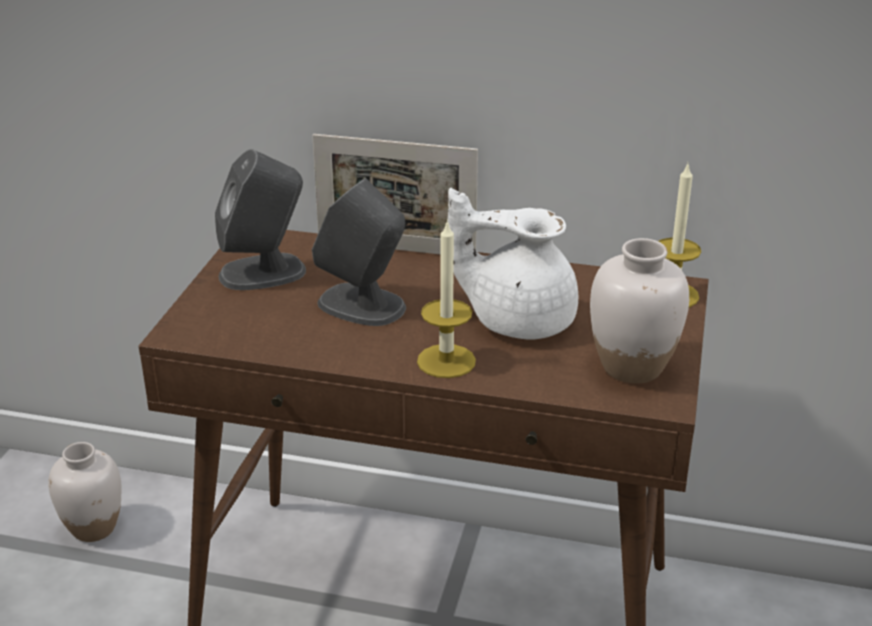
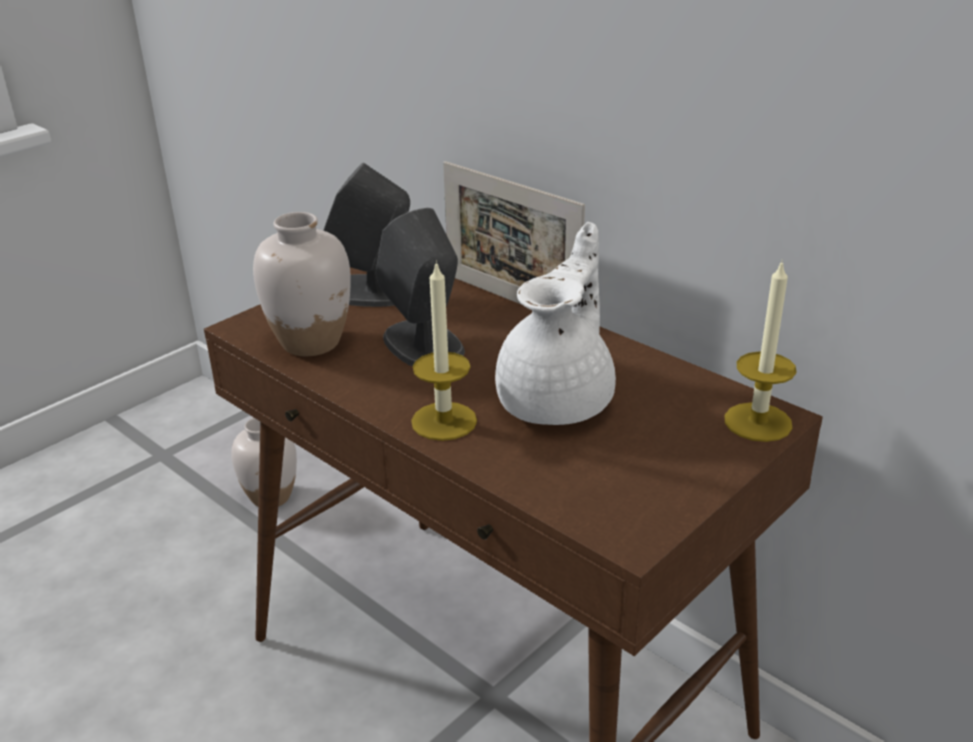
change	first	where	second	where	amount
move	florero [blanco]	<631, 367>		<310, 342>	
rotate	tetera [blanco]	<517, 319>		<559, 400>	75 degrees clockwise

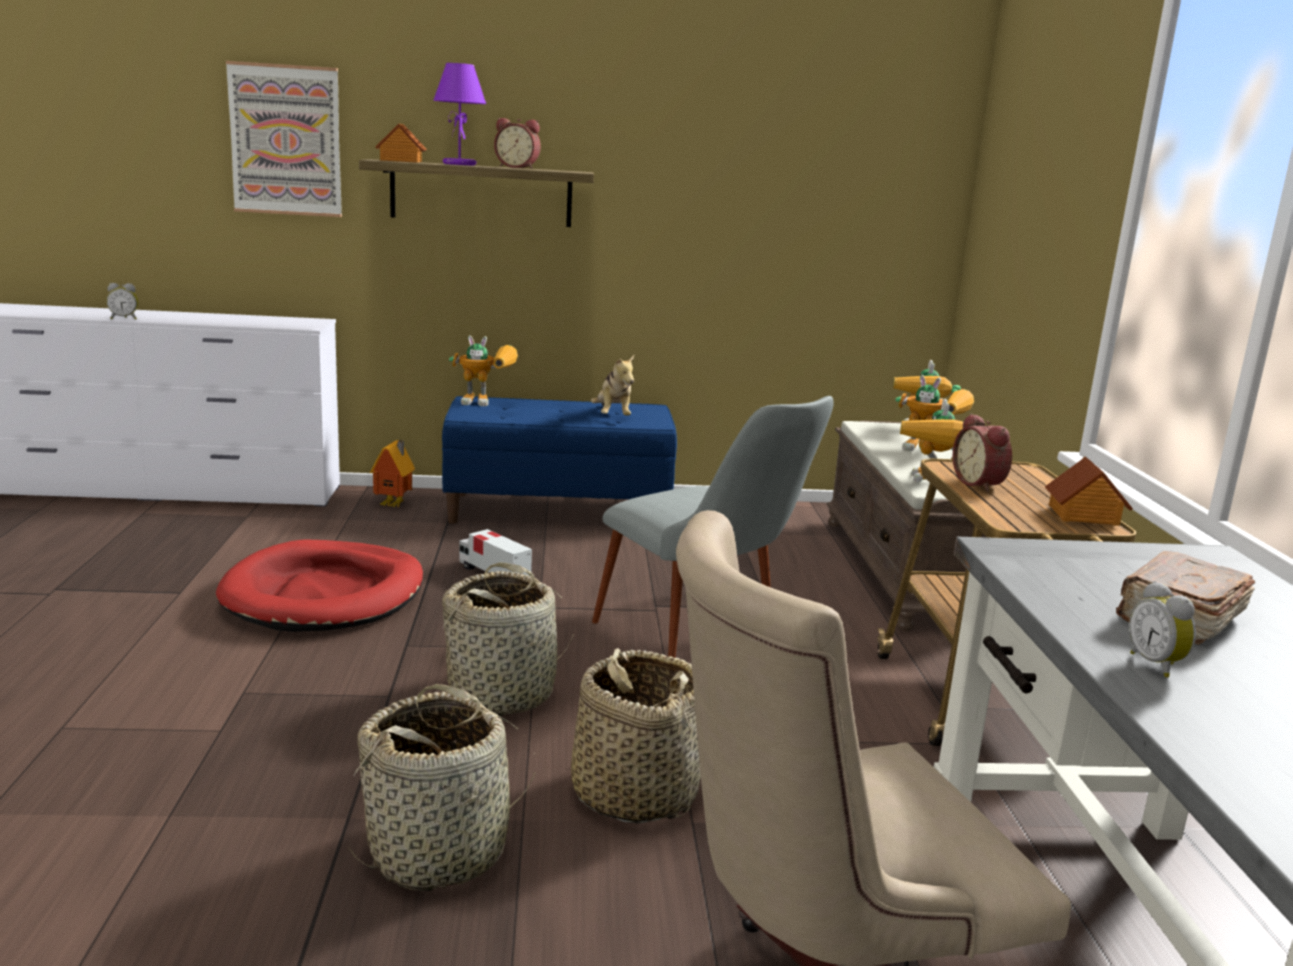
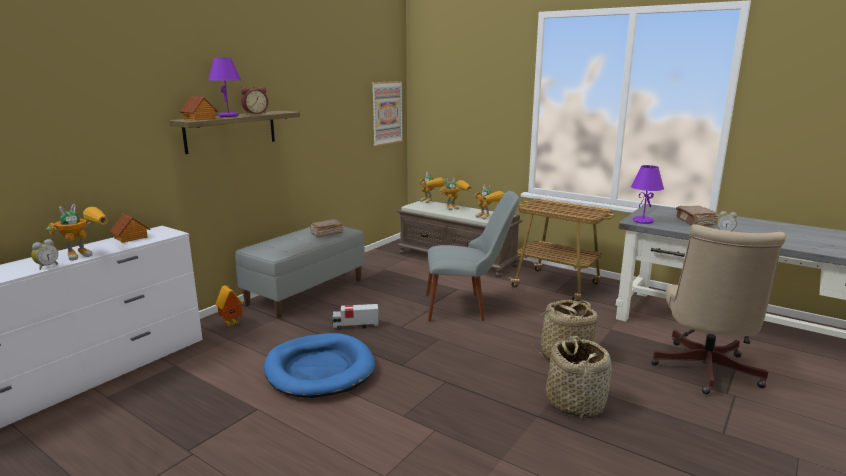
change	first	where	second	where	amount
delete	cesta	<502, 693>			
delete	despertador	<980, 484>			
insert			lámpara de mesa [morado]	<642, 221>	
move	cuadro	<286, 140>		<387, 113>	
move	robot de juguete	<487, 403>		<87, 253>	
move	casita	<1083, 515>		<131, 238>	
replace	peluche	<613, 416>	libro [marrón]	<326, 234>	
recolor	cama para perro [rojo]	<325, 594>	cama para perro [azul]	<319, 369>	
recolor	banco [azul]	<559, 511>	banco [gris]	<306, 291>	

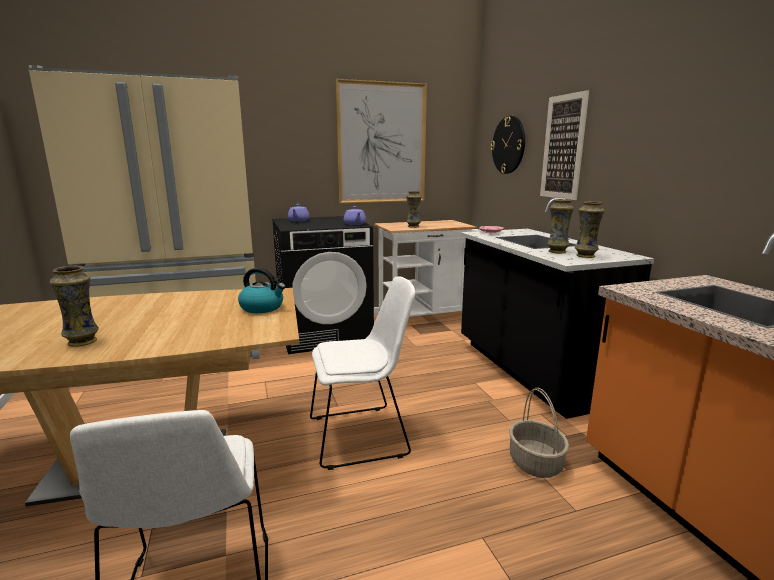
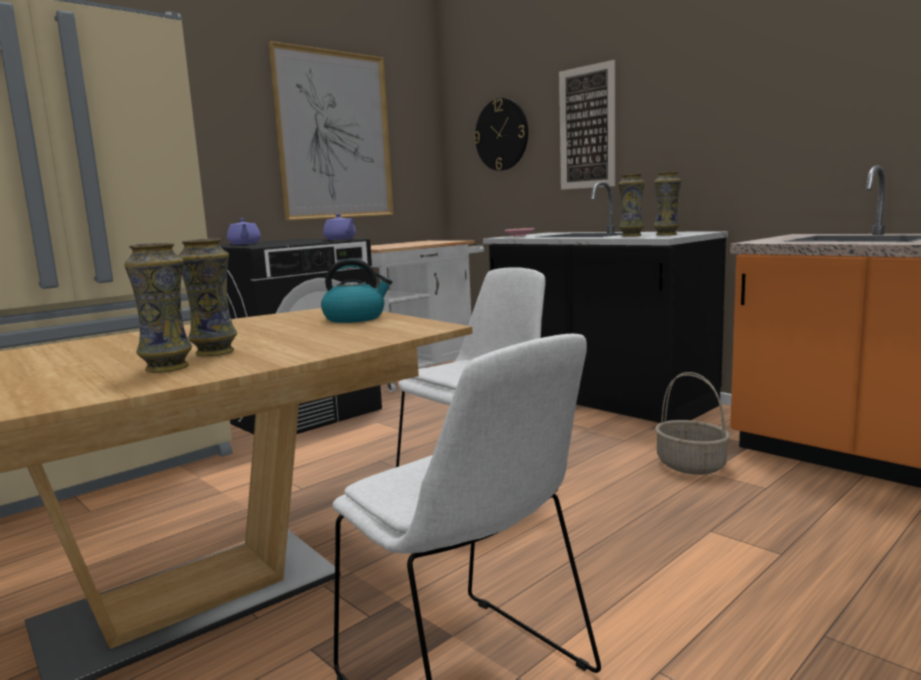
change	first	where	second	where	amount
move	florero	<413, 226>		<214, 353>	

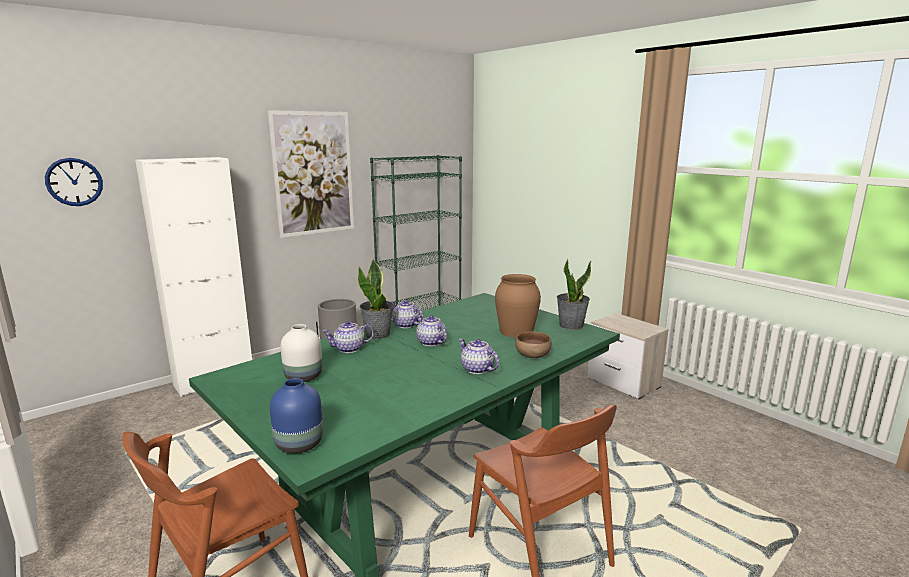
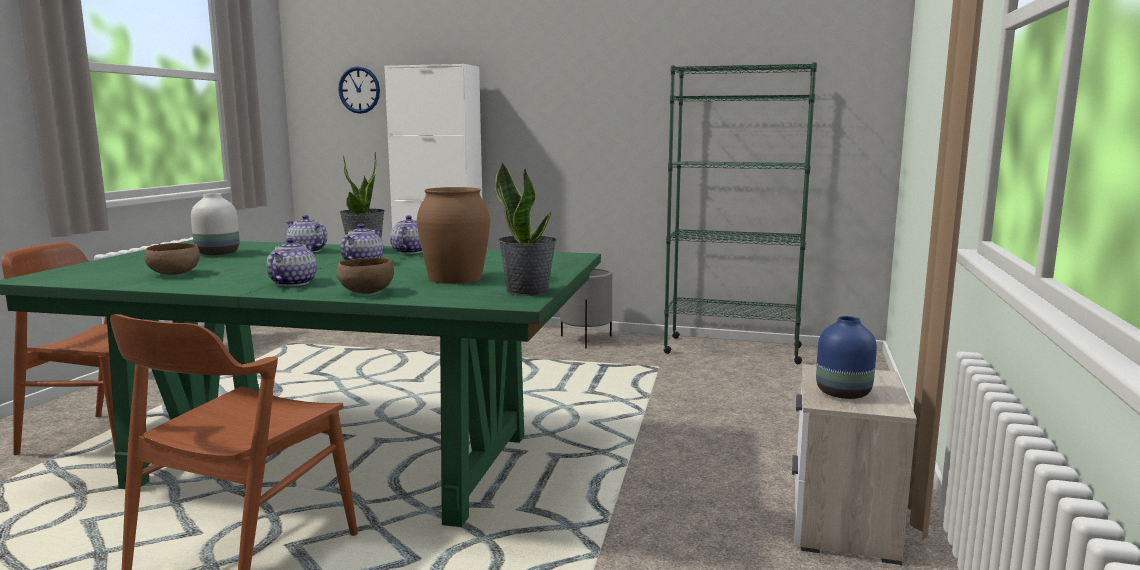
change	first	where	second	where	amount
delete	cuadro	<313, 173>			
insert			cuenco [marrón]	<174, 274>	
move	florero [azul]	<298, 444>		<842, 393>	

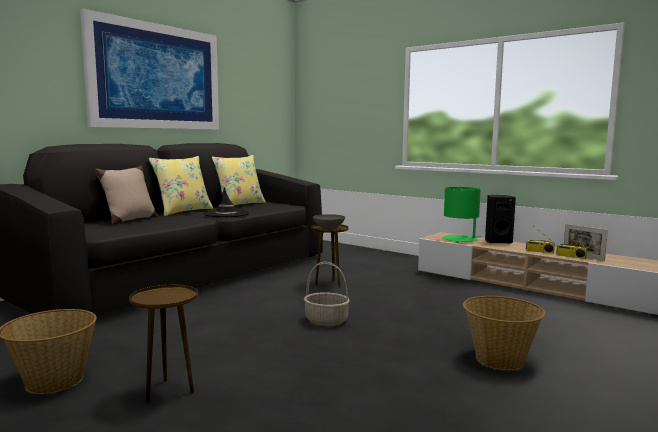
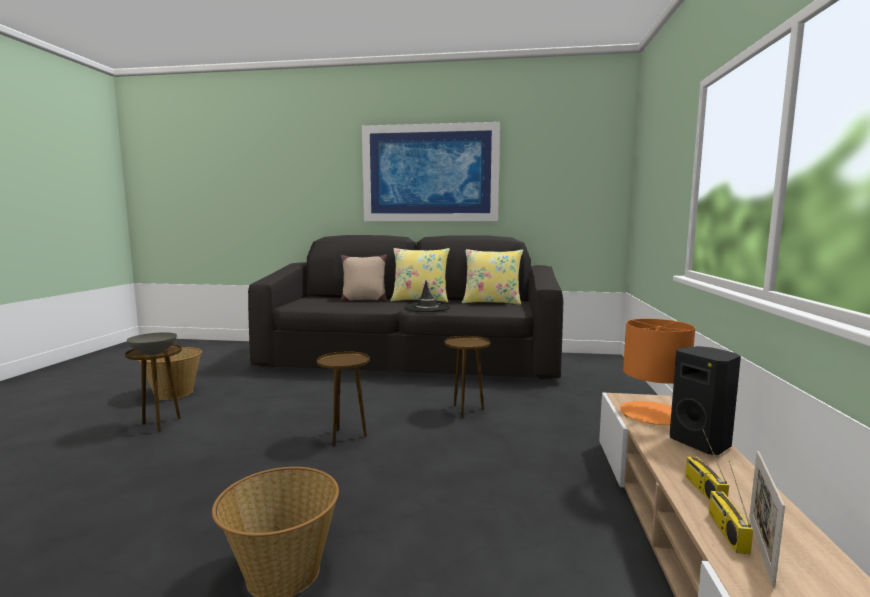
change	first	where	second	where	amount
move	cuenco [gris]	<329, 229>		<154, 353>	
replace	cesta	<327, 320>	mesa auxiliar [marrón]	<345, 437>	
recolor	lámpara de mesa [verde]	<460, 239>	lámpara de mesa [naranja]	<653, 415>	

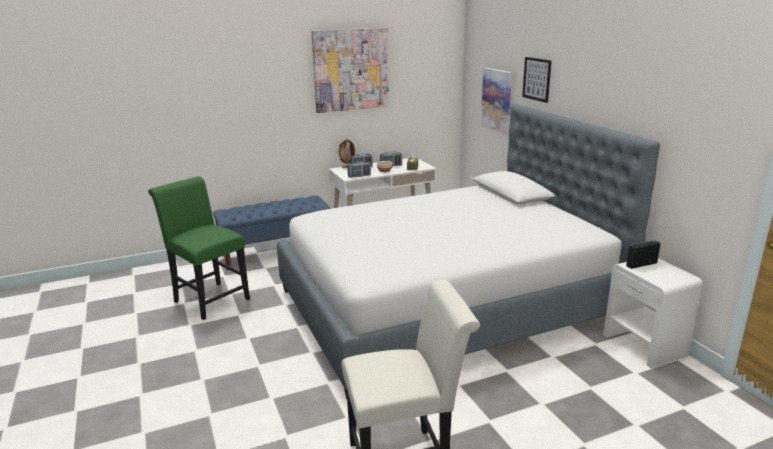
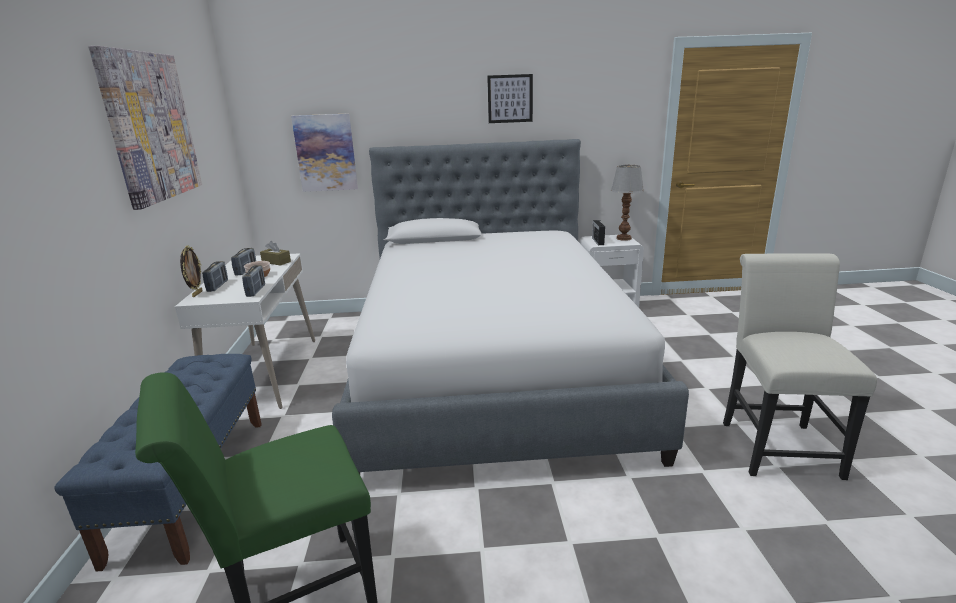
change	first	where	second	where	amount
insert			lámpara de mesa	<624, 238>	
move	cuadro	<536, 79>		<510, 98>	

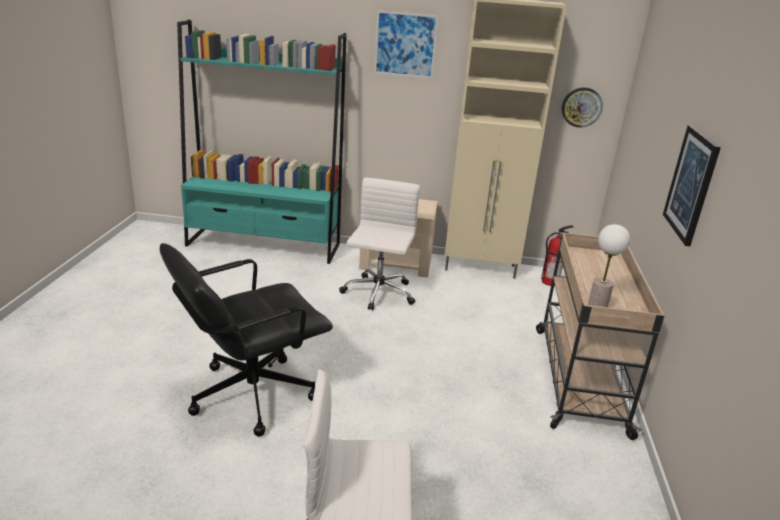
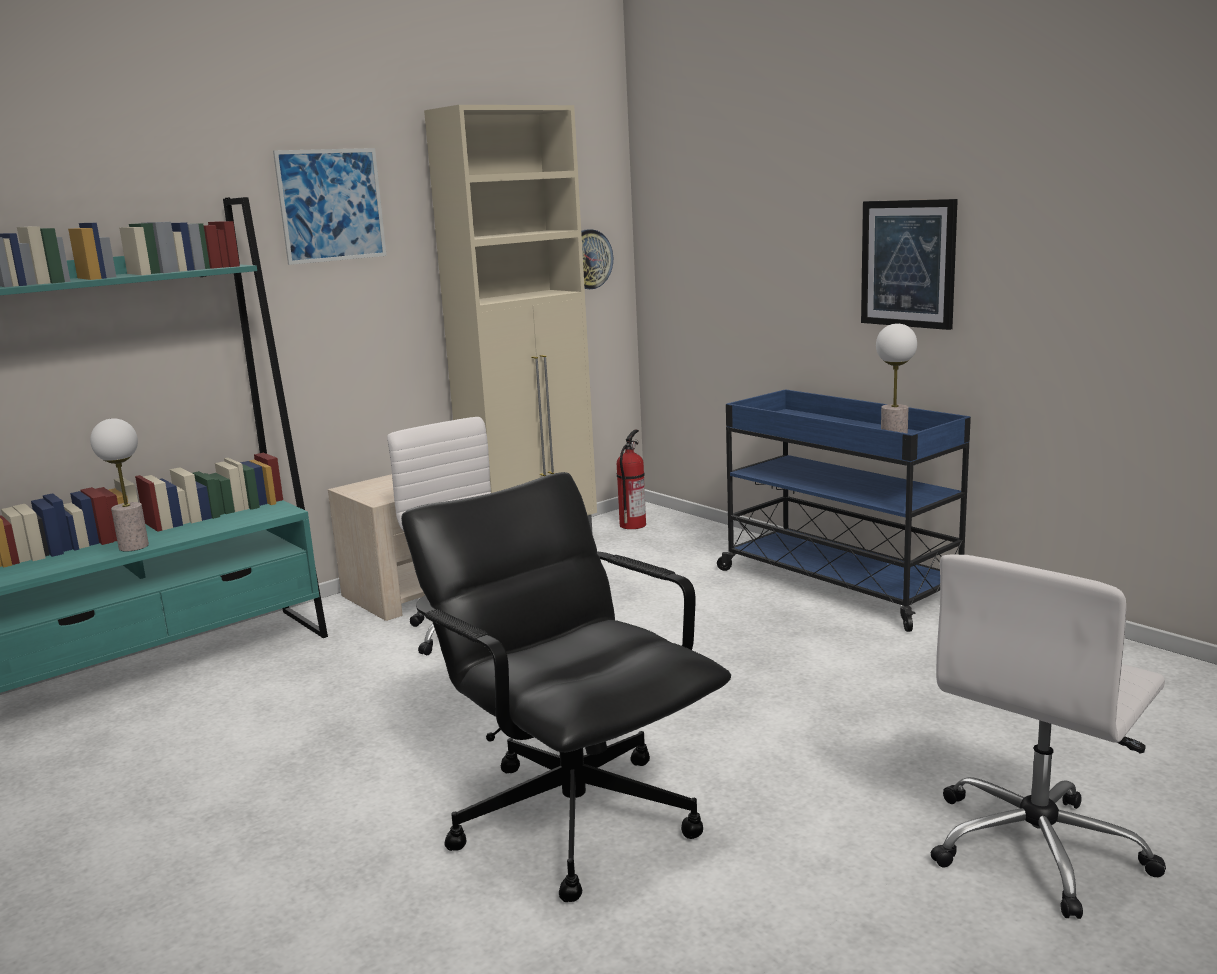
change	first	where	second	where	amount
insert			lámpara de mesa	<134, 546>	
recolor	carrito [beis]	<578, 378>	carrito [azul]	<836, 584>	
rotate	silla de oficina [negro]	<250, 394>		<575, 817>	135 degrees clockwise

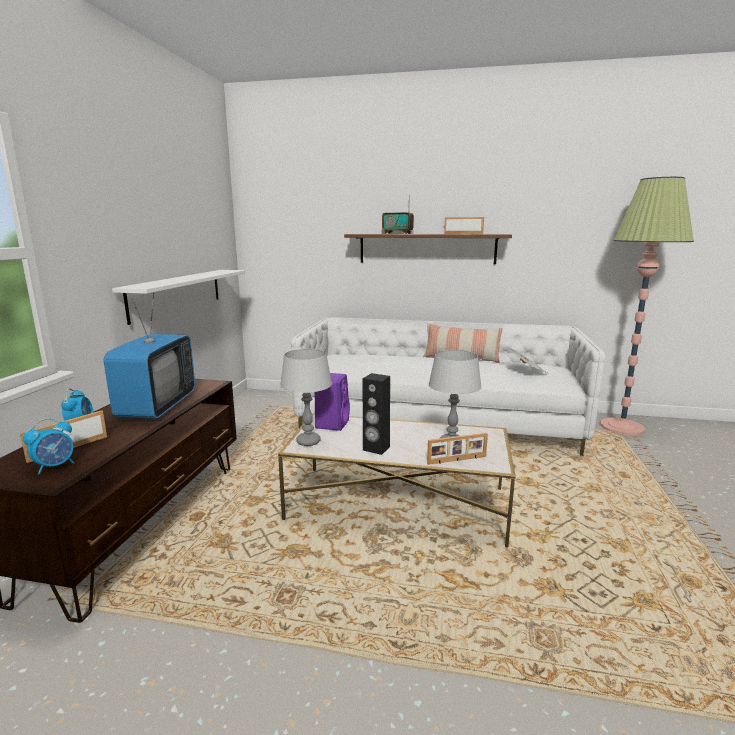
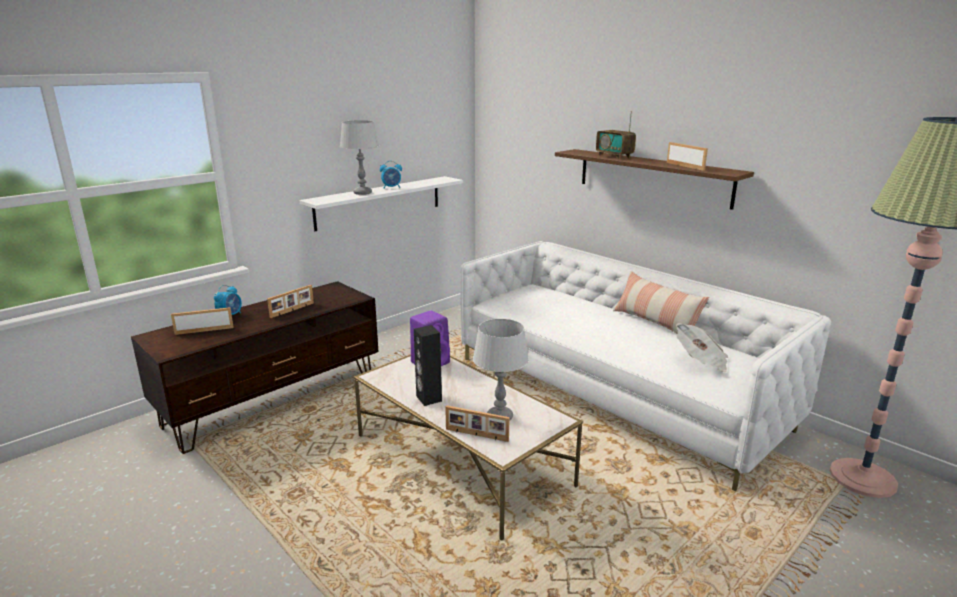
change	first	where	second	where	amount
move	despertador	<55, 466>		<392, 187>	
move	lámpara de mesa [gris]	<308, 442>		<362, 193>	
replace	televisor	<157, 407>	portarretratos	<292, 310>	

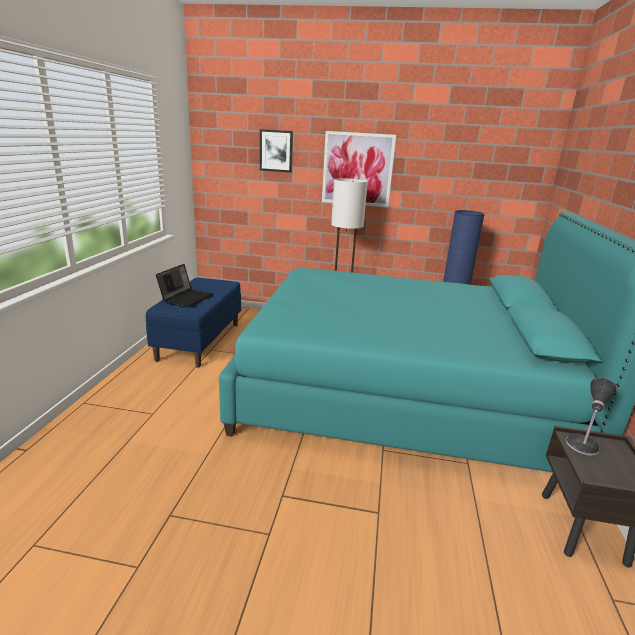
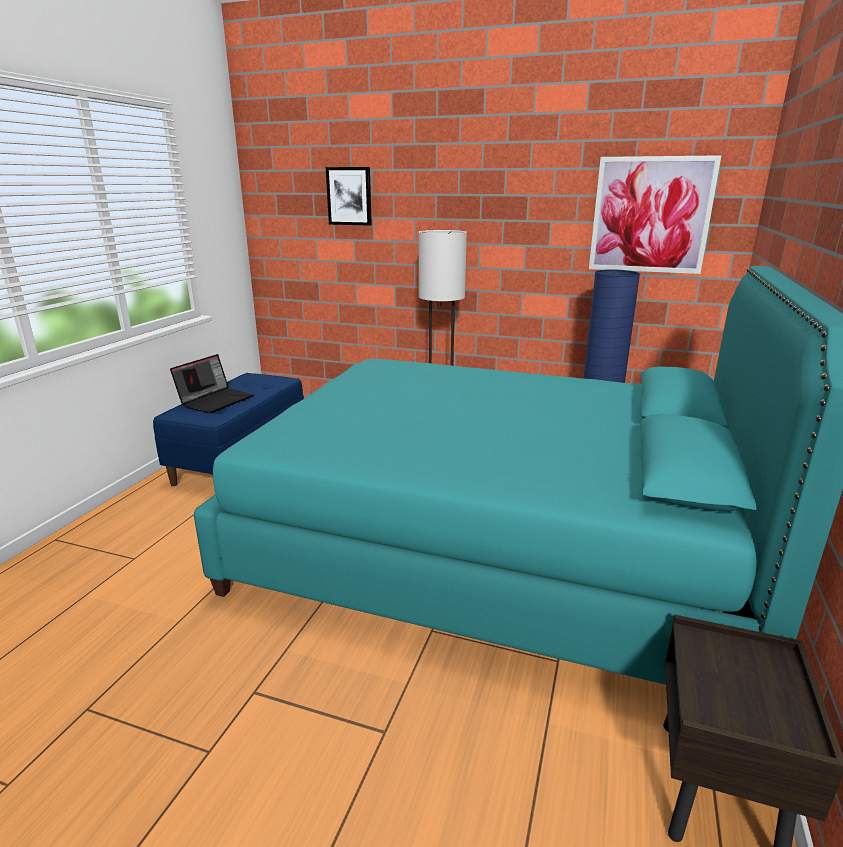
change	first	where	second	where	amount
delete	lámpara de mesa	<581, 446>			
move	cuadro	<357, 169>		<650, 215>	

